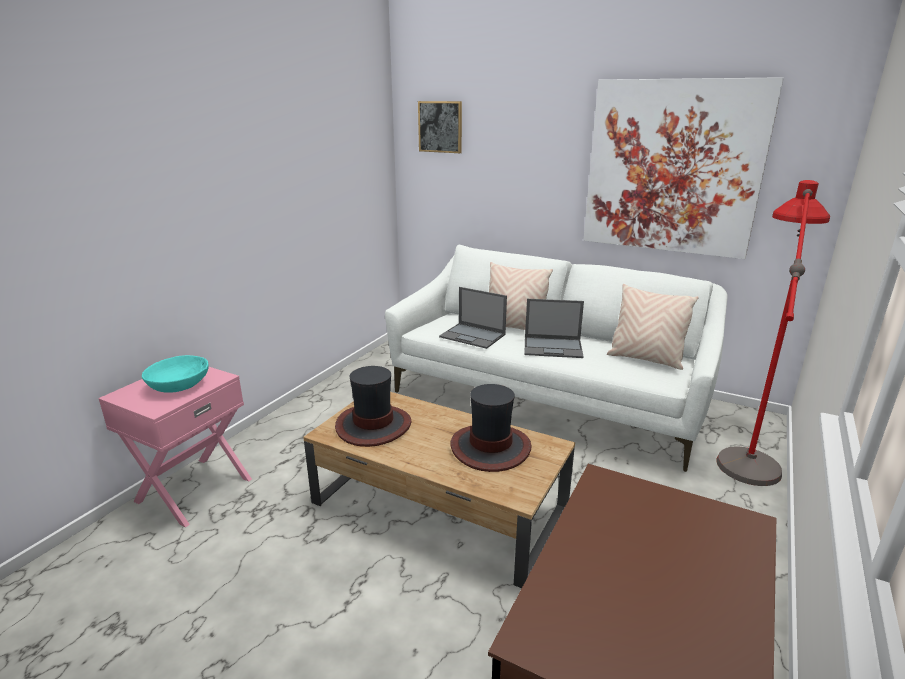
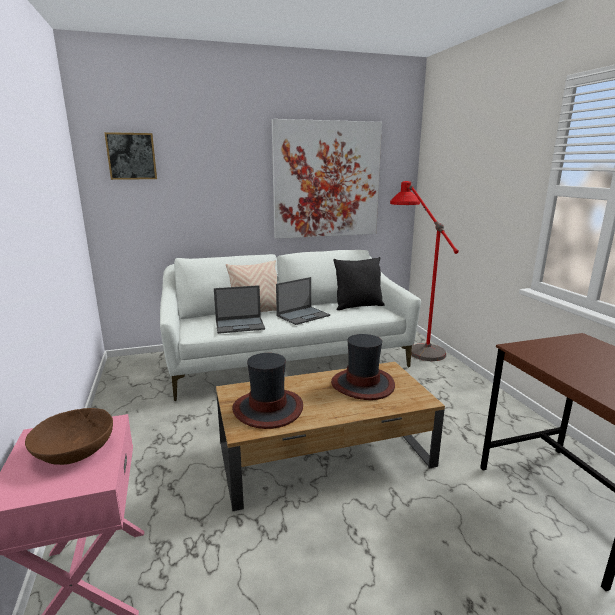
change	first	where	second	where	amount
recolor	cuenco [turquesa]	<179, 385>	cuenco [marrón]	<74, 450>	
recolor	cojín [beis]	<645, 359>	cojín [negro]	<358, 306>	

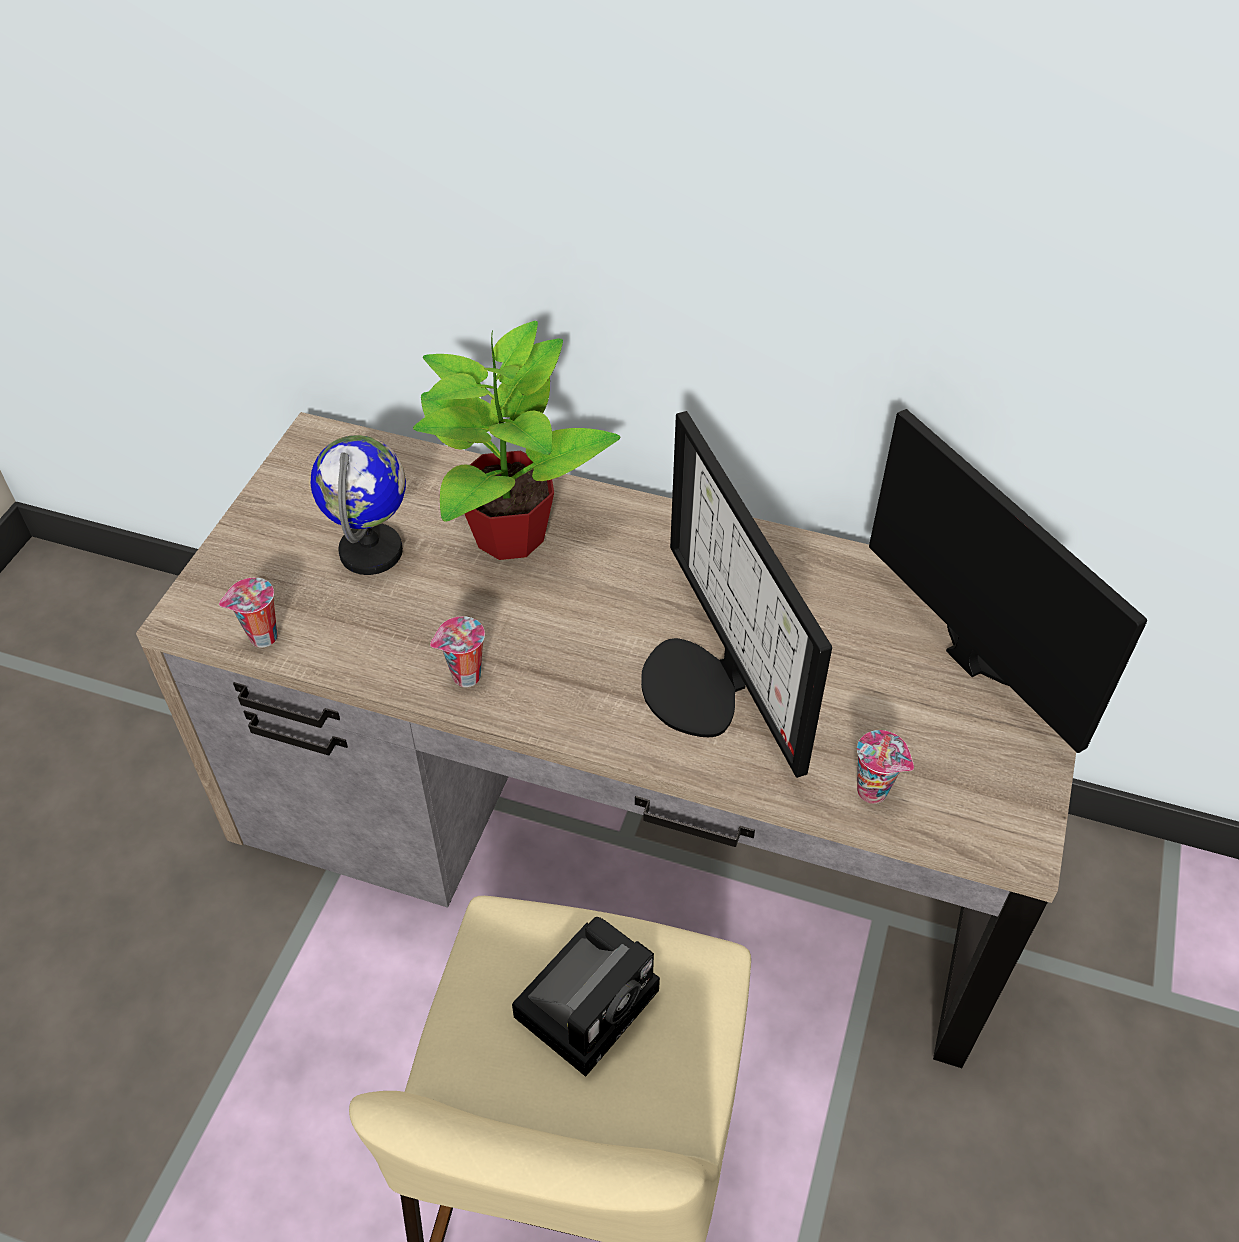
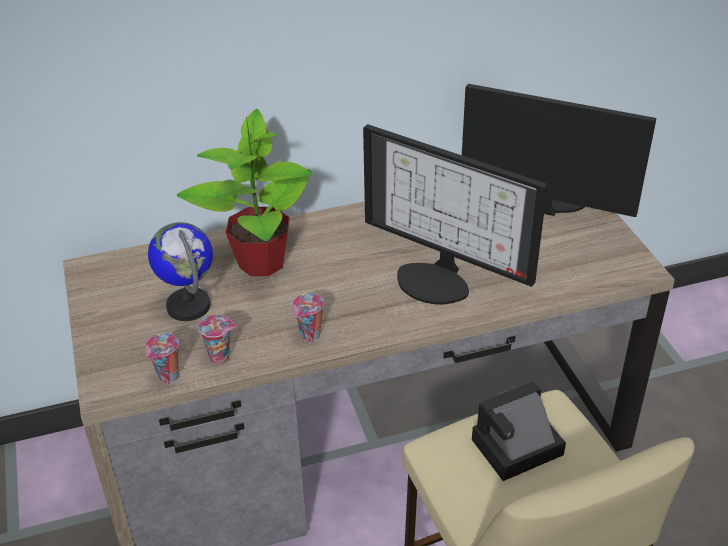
change	first	where	second	where	amount
move	taza	<874, 791>		<221, 357>	
rotate	cámara	<589, 998>		<514, 449>	120 degrees counterclockwise

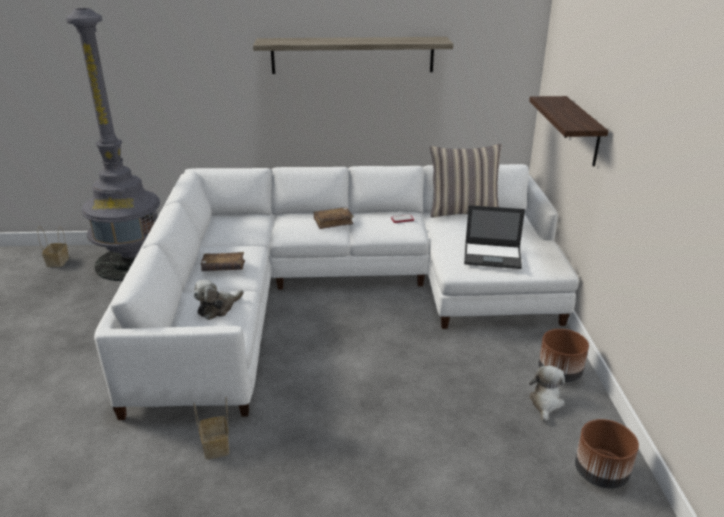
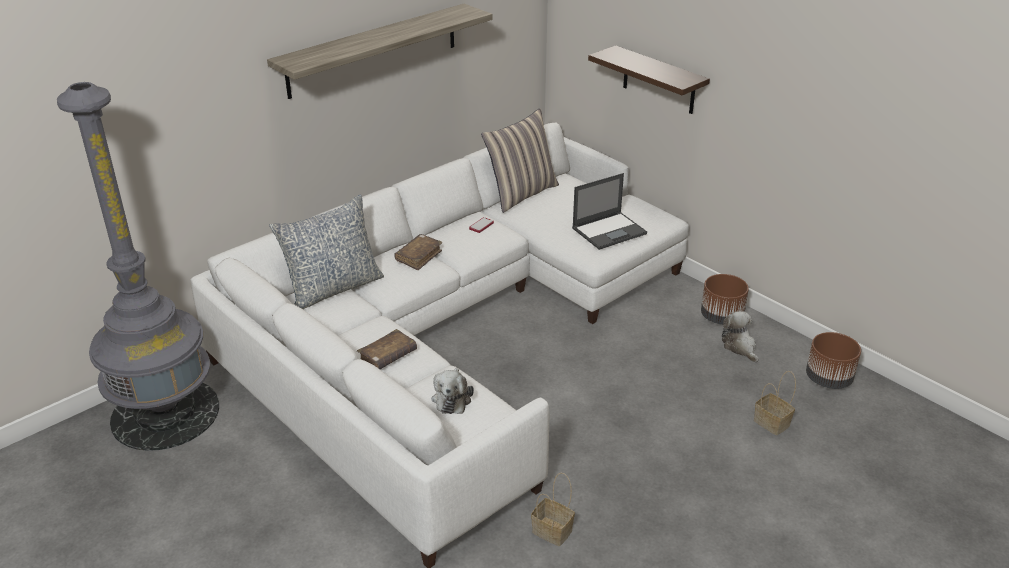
change	first	where	second	where	amount
insert			cojín	<333, 288>	
move	cesta	<58, 262>		<773, 423>	

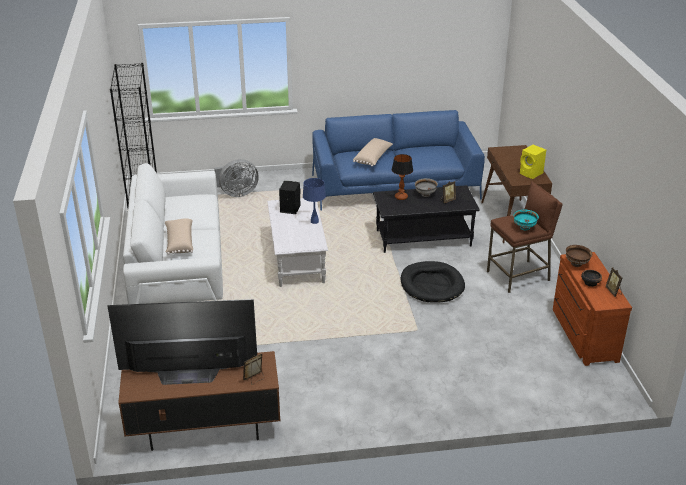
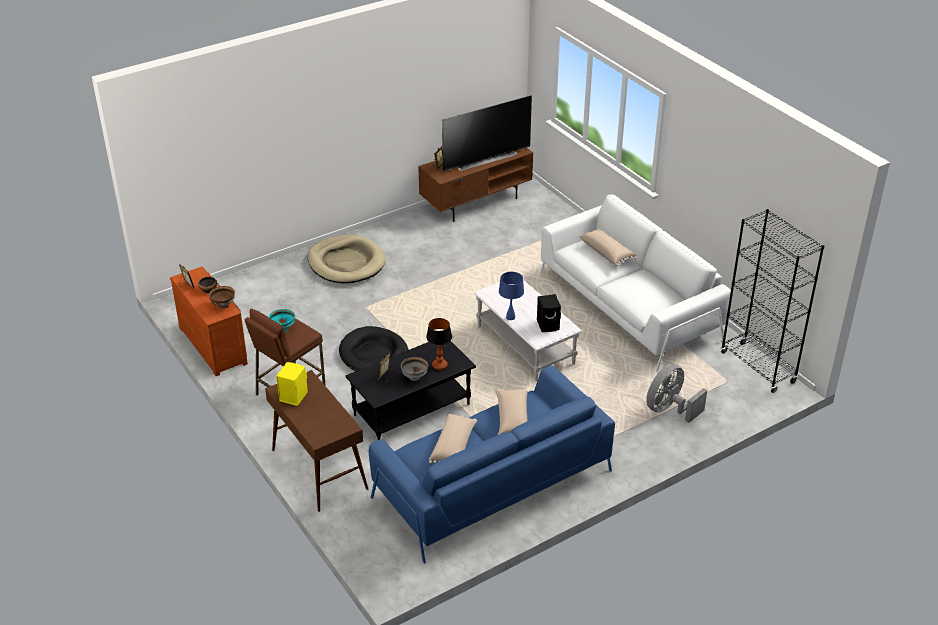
change	first	where	second	where	amount
insert			cama para perro [beis]	<346, 263>	
insert			cojín [beis]	<454, 447>	

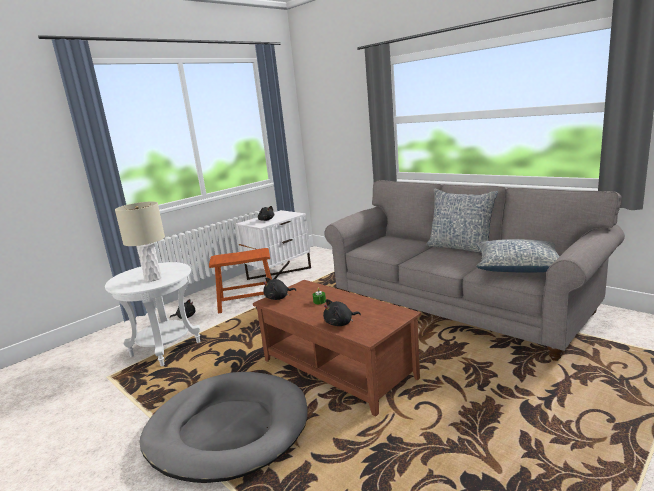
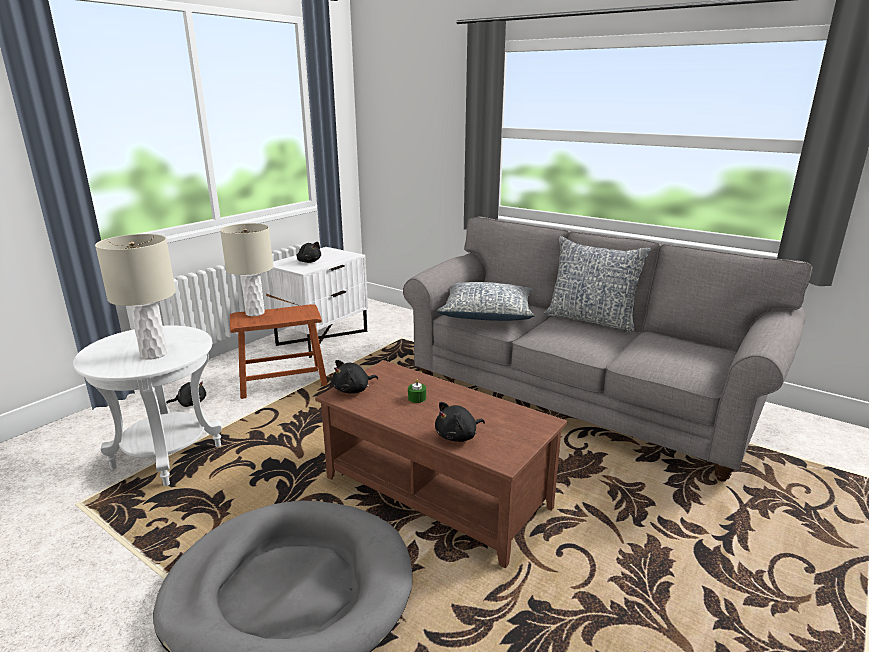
change	first	where	second	where	amount
insert			lámpara de mesa [beis]	<254, 313>	
move	cojín	<518, 267>		<487, 314>	

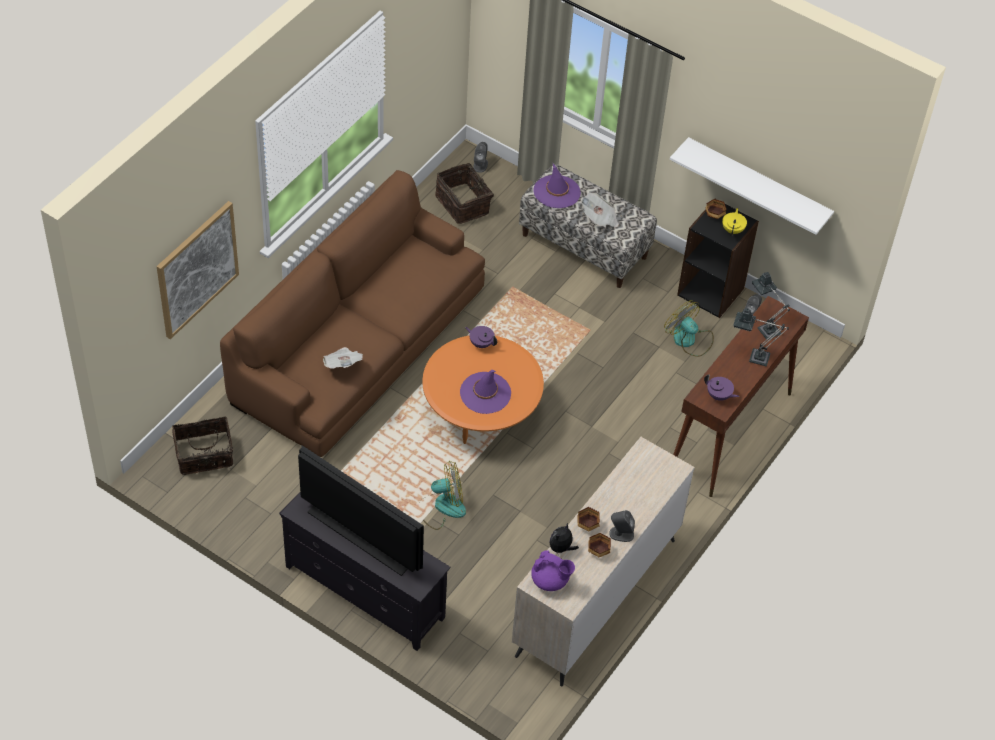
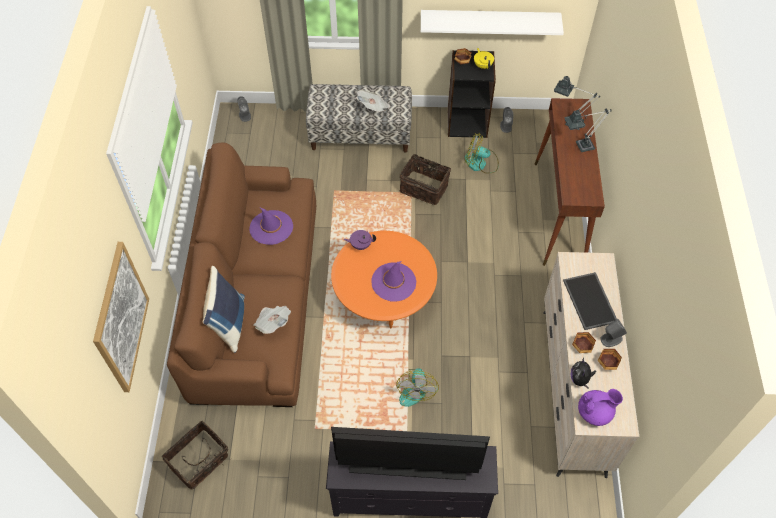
change	first	where	second	where	amount
delete	tetera [morado]	<719, 396>			
insert			cojín [azul]	<229, 323>	
insert			bandeja	<591, 301>	
move	cesta	<464, 204>		<424, 187>	
move	sombrero [morado]	<556, 192>		<271, 227>	
rotate	ventilador	<442, 507>		<413, 388>	135 degrees clockwise

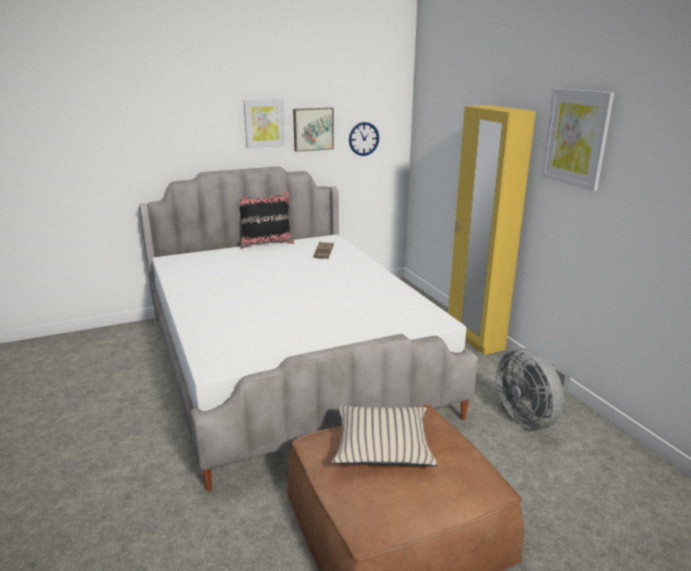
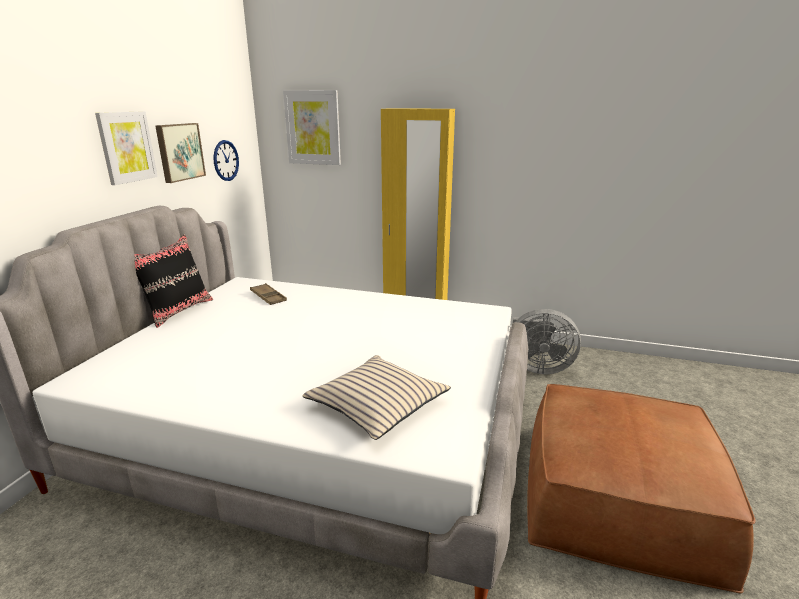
change	first	where	second	where	amount
move	cojín [beis]	<382, 445>		<377, 405>	
move	cuadro	<576, 138>		<313, 128>	

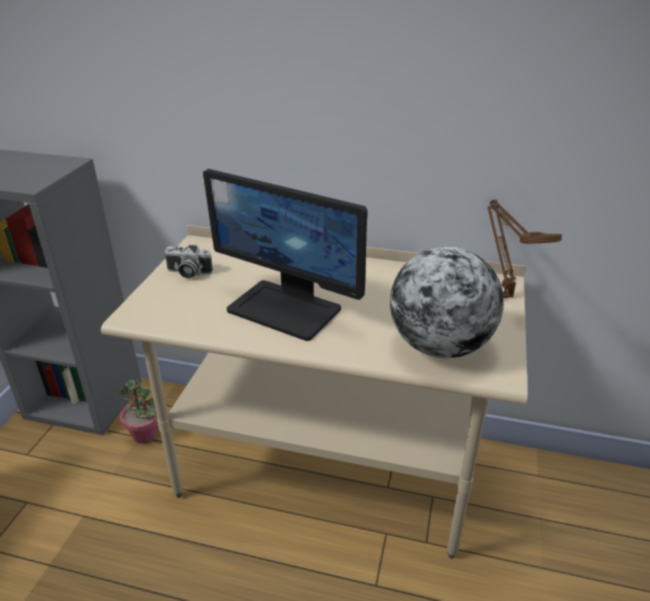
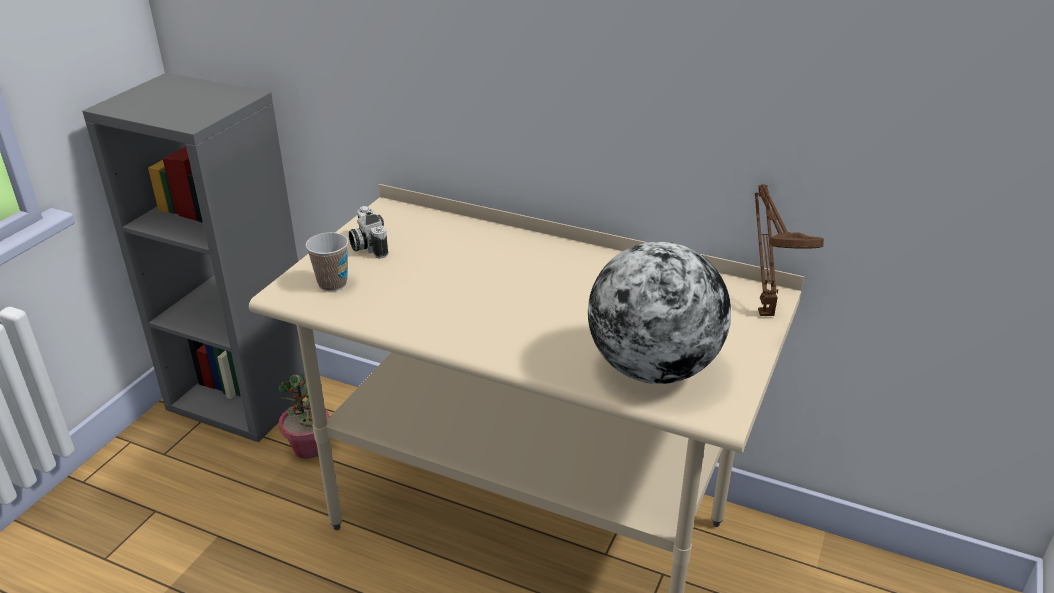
change	first	where	second	where	amount
delete	monitor	<286, 309>			
insert			taza	<332, 284>	
rotate	cámara	<188, 273>		<367, 245>	45 degrees clockwise

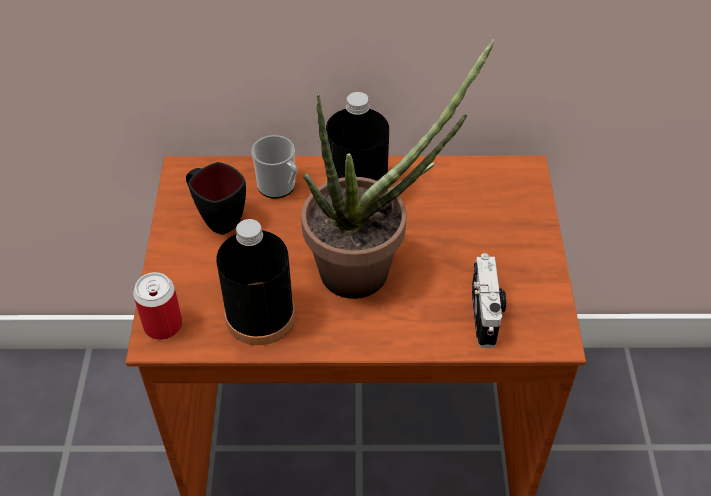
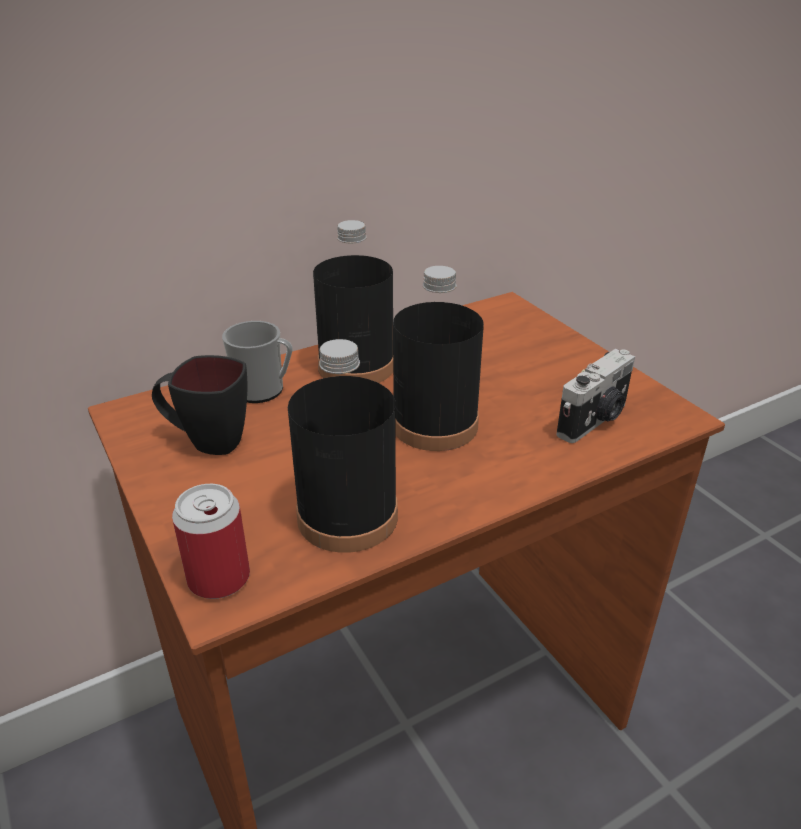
change	first	where	second	where	amount
replace	planta en maceta	<369, 268>	botella [negro]	<435, 425>	
rotate	cámara	<486, 314>		<594, 420>	75 degrees clockwise

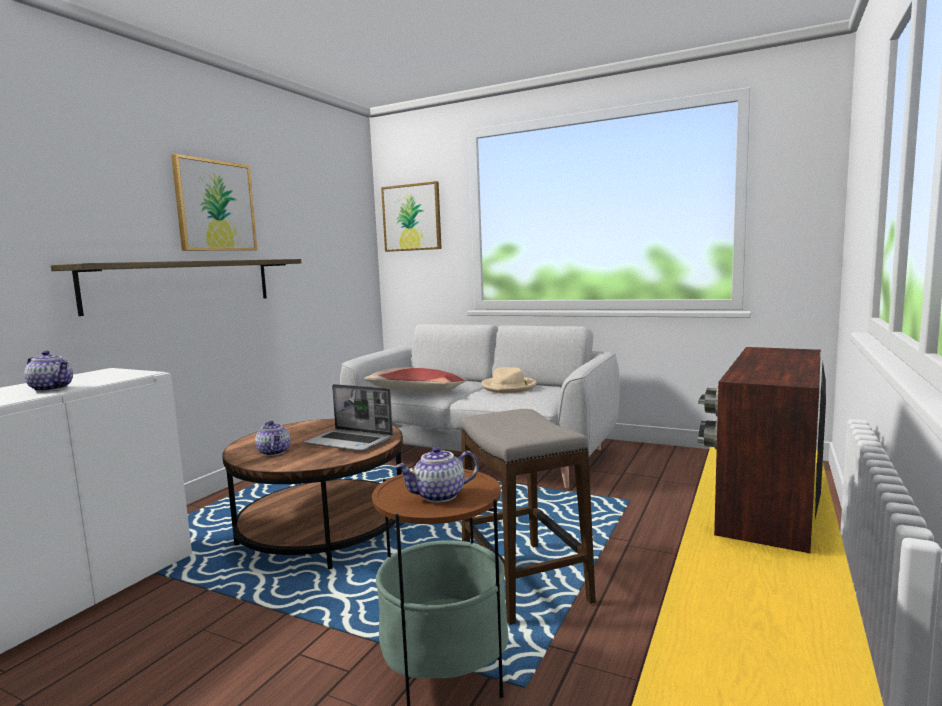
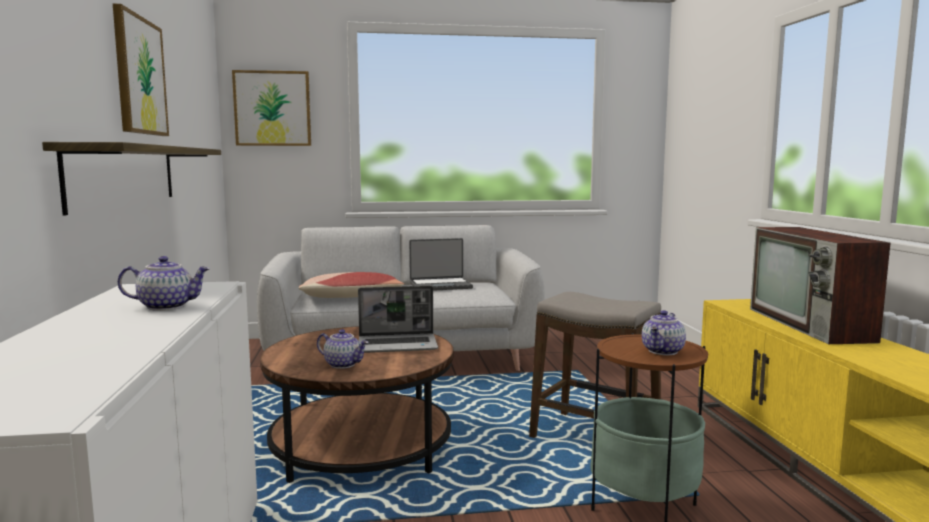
change	first	where	second	where	amount
replace	sombrero [beis]	<509, 387>	portátil	<440, 285>	

